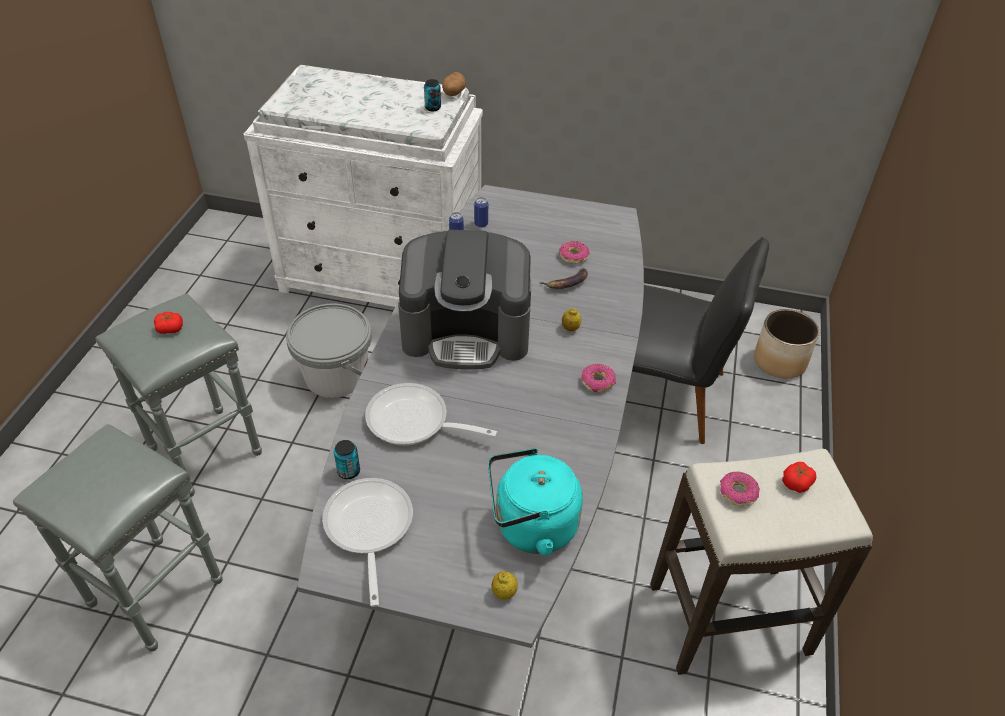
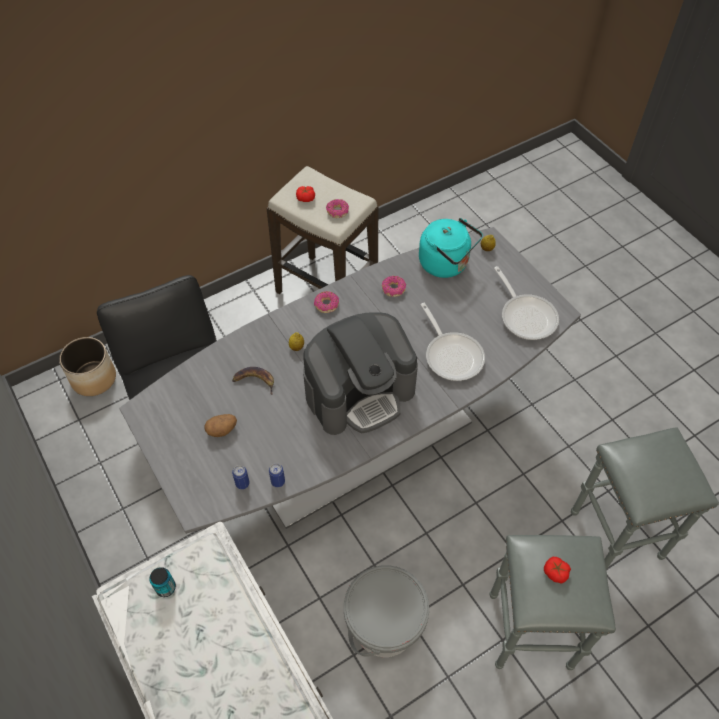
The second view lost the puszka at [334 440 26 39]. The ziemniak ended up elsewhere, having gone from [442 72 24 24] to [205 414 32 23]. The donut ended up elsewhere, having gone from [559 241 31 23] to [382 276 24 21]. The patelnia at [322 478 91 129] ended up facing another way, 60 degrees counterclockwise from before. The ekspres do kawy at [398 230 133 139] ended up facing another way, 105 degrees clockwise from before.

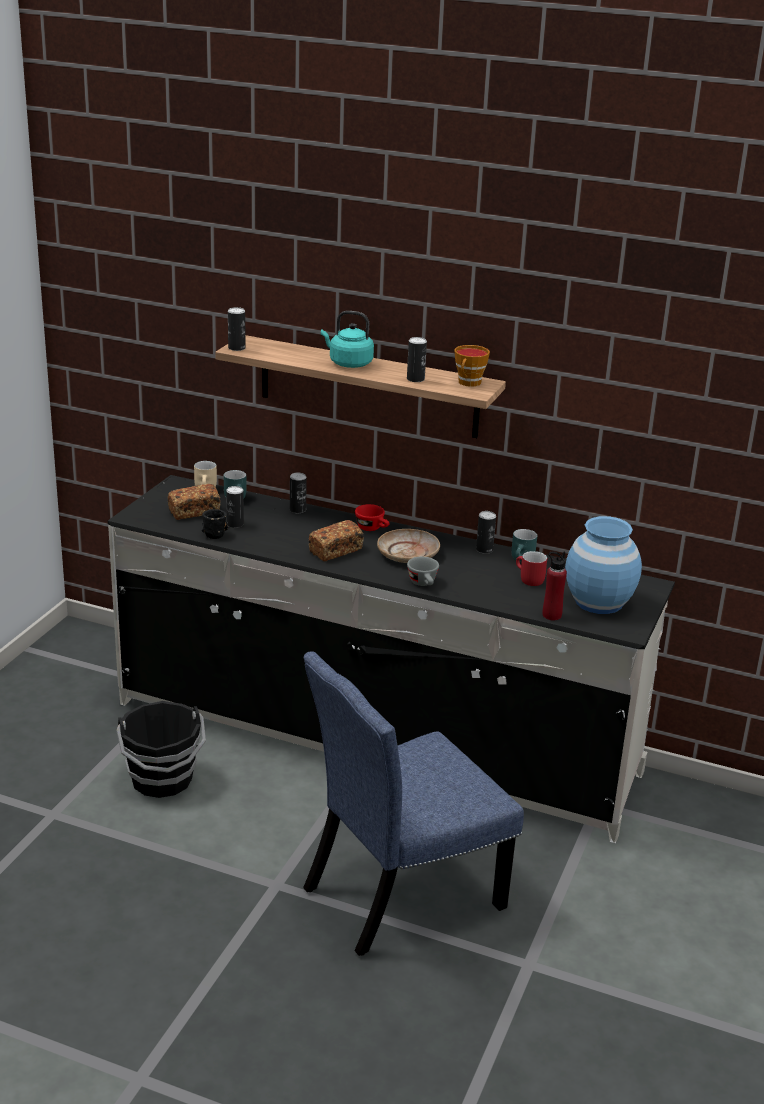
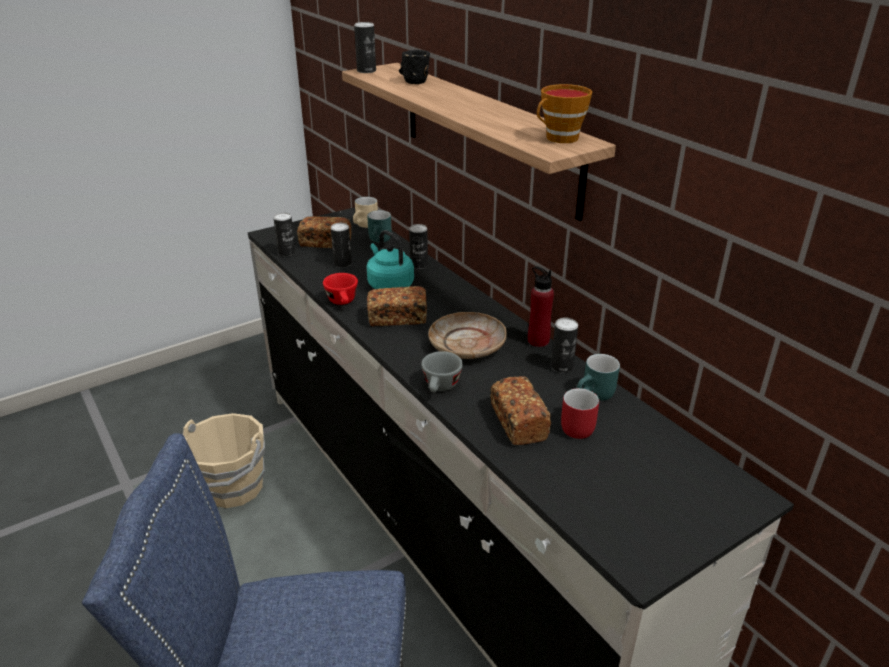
The second view lost the wazon [niebieski] at [565 516 77 98]. The second view gained the chleb at [490 376 61 69]. The kubek [czarny] ended up elsewhere, having gone from [202 509 26 30] to [399 50 31 34]. The czajnik [turkusowy] ended up elsewhere, having gone from [321 311 53 57] to [367 230 47 59]. The filiżanka [czerwony] ended up elsewhere, having gone from [355 504 35 27] to [323 273 35 32]. The puszka ended up elsewhere, having gone from [407 337 20 45] to [273 212 23 44]. The butelka [czerwony] ended up elsewhere, having gone from [542 552 25 68] to [528 266 26 81]. What was the wiadro [czarny] at [116 701 90 97] turned into the wiadro [beżowy] at [182 413 83 95].

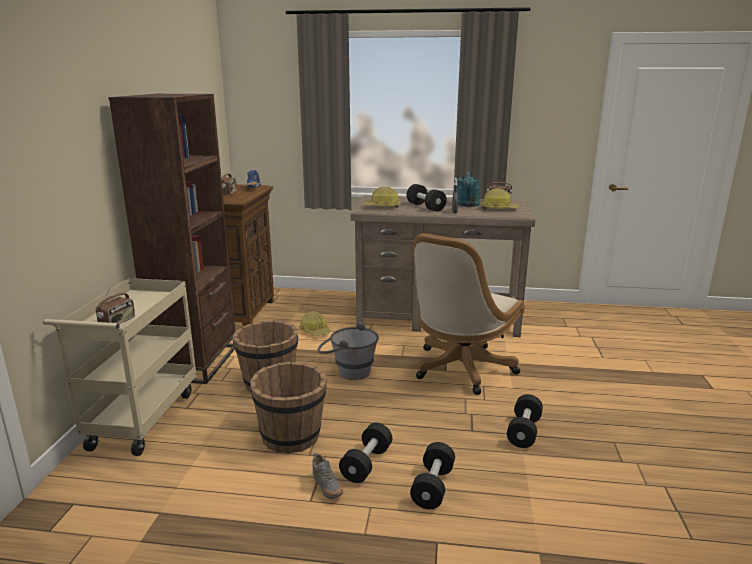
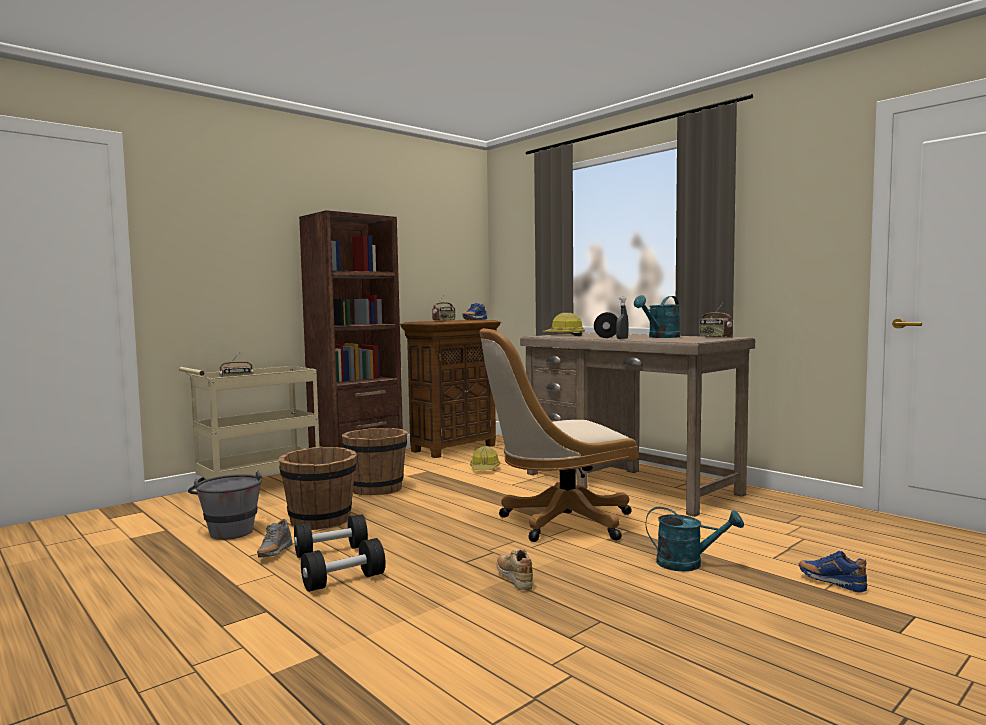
The second view lost the kask at [481 188 38 21]. The second view gained the konewka [turkusowy] at [646 507 98 65]. The second view gained the but [niebieski] at [799 551 68 41]. The wiadro [szary] ended up elsewhere, having gone from [317 322 62 58] to [188 470 75 70]. Where the hantel [czarny] stood at [507 394 36 54], the but [beżowy] came to stand at [497 549 36 41].

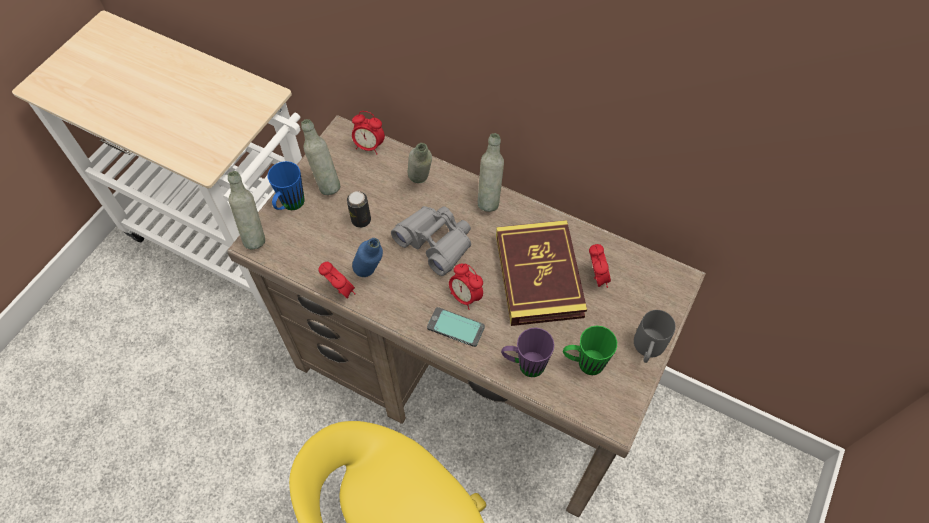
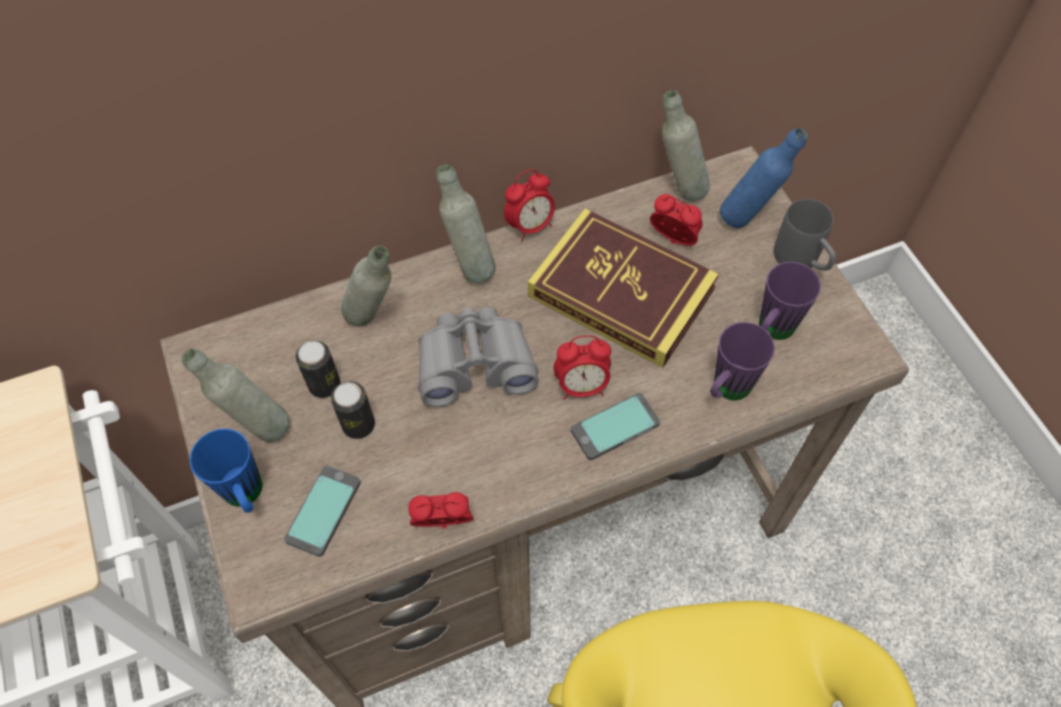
The second view gained the telefon at [284 466 77 91]. The second view gained the puszka at [295 340 45 58]. The butelka [szary] ended up elsewhere, having gone from [228 171 37 78] to [662 90 48 111]. The budzik ended up elsewhere, having gone from [352 111 33 44] to [504 169 51 73]. The butelka [niebieski] ended up elsewhere, having gone from [352 238 31 39] to [720 128 88 100]. What was the kubek [zielony] at [563 326 54 49] turned into the kubek [fioletowy] at [759 262 62 78].

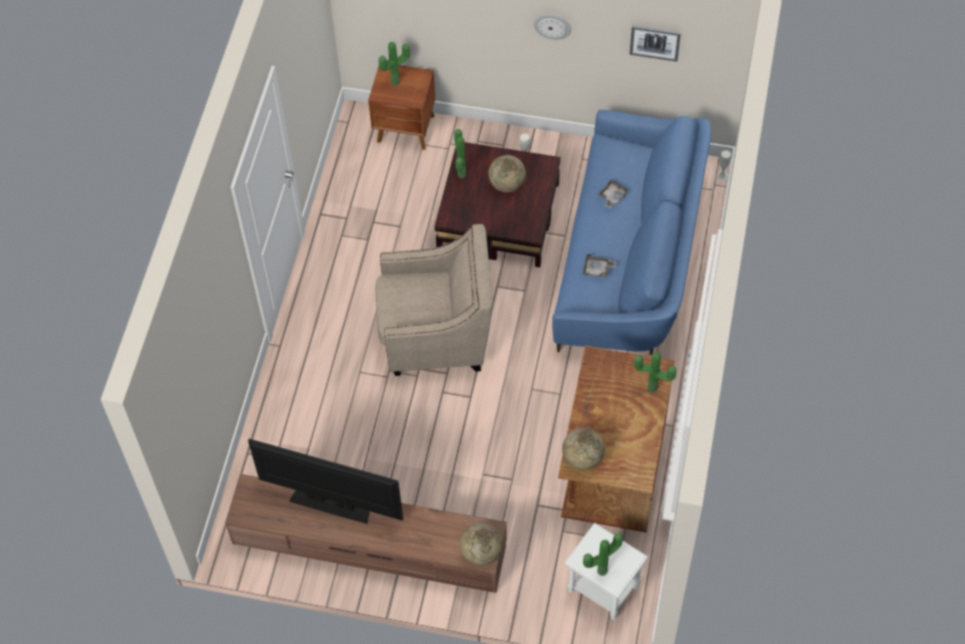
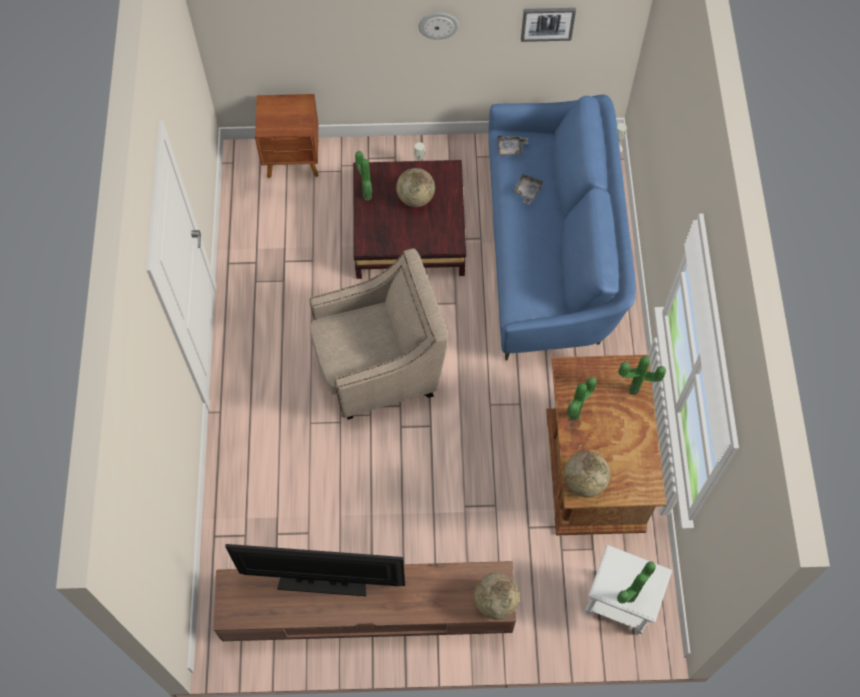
The roślina doniczkowa ended up elsewhere, having gone from [379 42 31 44] to [567 377 30 44]. The taca [szary] ended up elsewhere, having gone from [582 254 35 24] to [498 135 30 21].

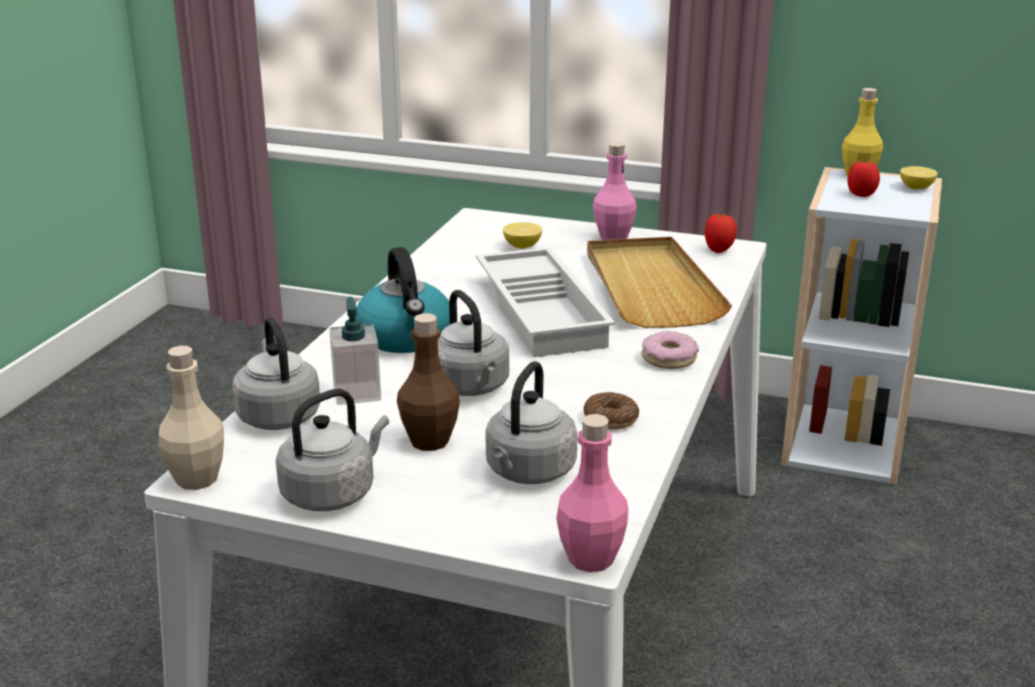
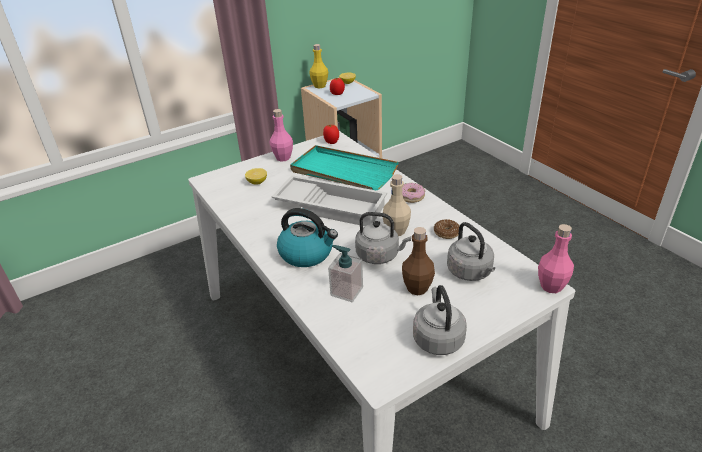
The second view lost the czajnik [szary] at [232 317 89 113]. The butelka [beżowy] ended up elsewhere, having gone from [158 346 66 144] to [383 174 28 62]. What was the taca [beżowy] at [587 237 145 91] turned into the taca [turkusowy] at [290 145 109 45].

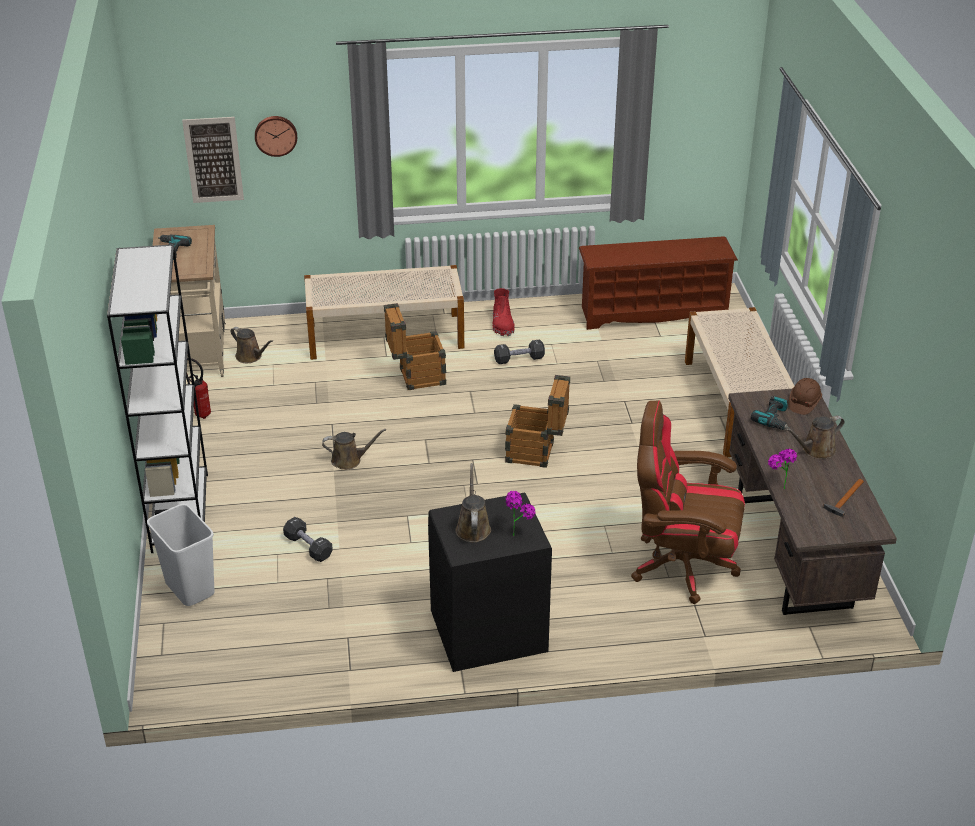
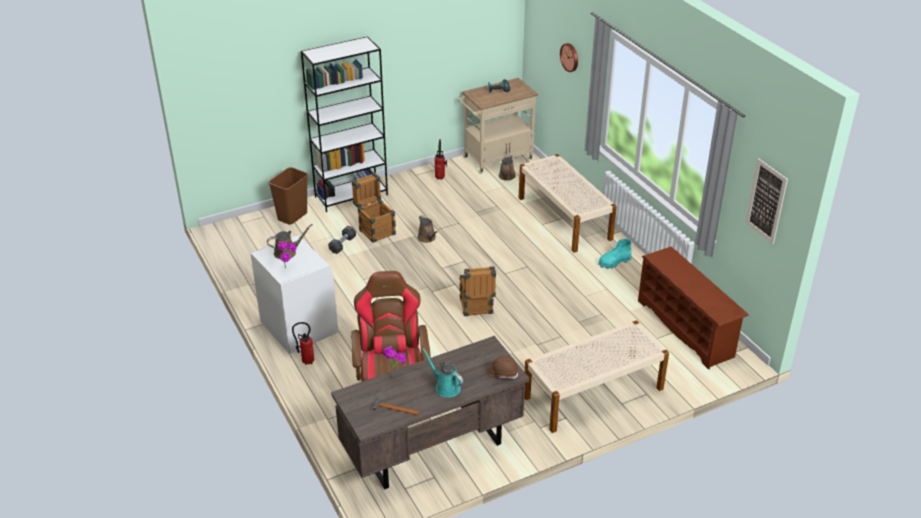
The second view lost the hantel [czarny] at [494 339 51 25]. The second view lost the wiertarka at [751 396 39 34]. The second view gained the gaśnica at [292 322 22 43]. The obraz ended up elsewhere, having gone from [182 117 62 86] to [745 158 43 86]. The skrzynka ended up elsewhere, having gone from [384 303 62 87] to [352 173 44 70]. What was the kosz na śmieci [biały] at [147 504 68 102] turned into the kosz na śmieci [brązowy] at [268 167 40 58]. What was the pralka [czarny] at [428 492 124 180] turned into the pralka [biały] at [251 235 87 119]. What was the but z cholewką [czerwony] at [492 288 23 48] turned into the but z cholewką [turkusowy] at [598 239 34 30]. What was the konewka [brązowy] at [785 416 60 43] turned into the konewka [turkusowy] at [422 348 41 49].

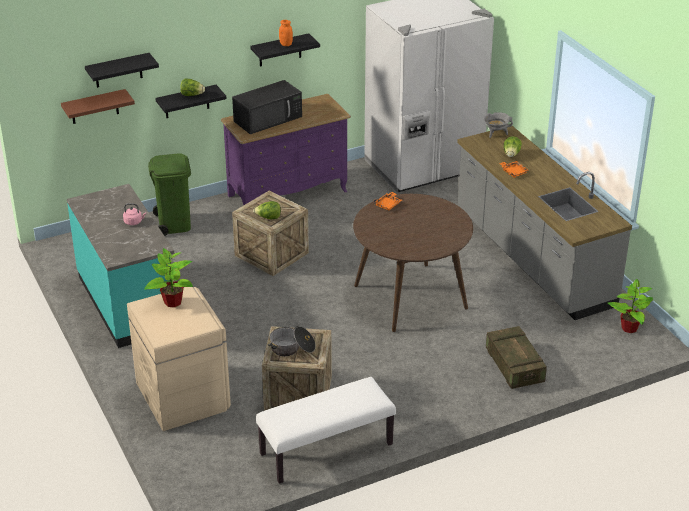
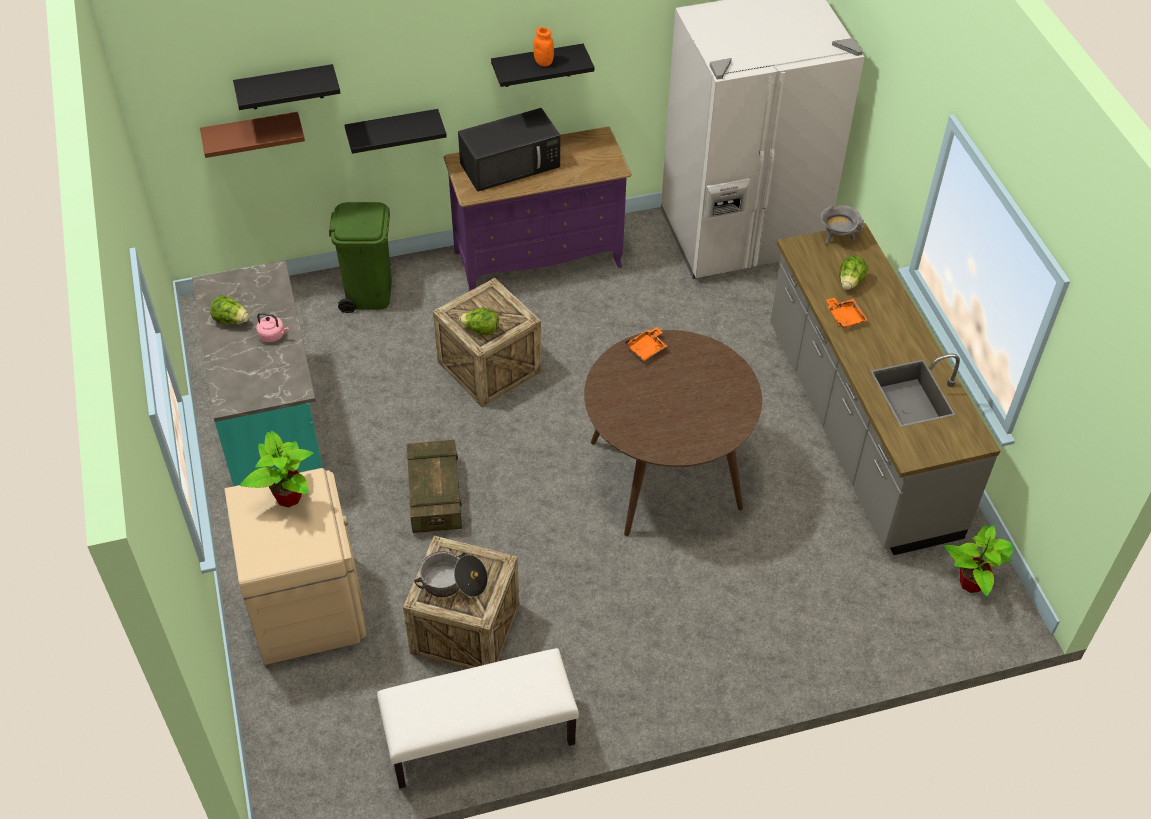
The sałata ended up elsewhere, having gone from [180 78 25 18] to [210 295 39 29]. The skrzynka ended up elsewhere, having gone from [486 326 61 63] to [407 440 55 93].

